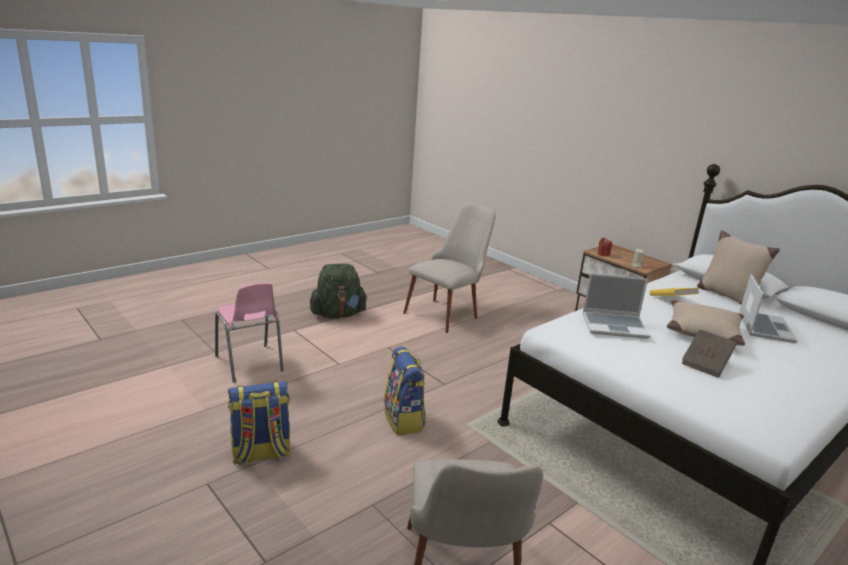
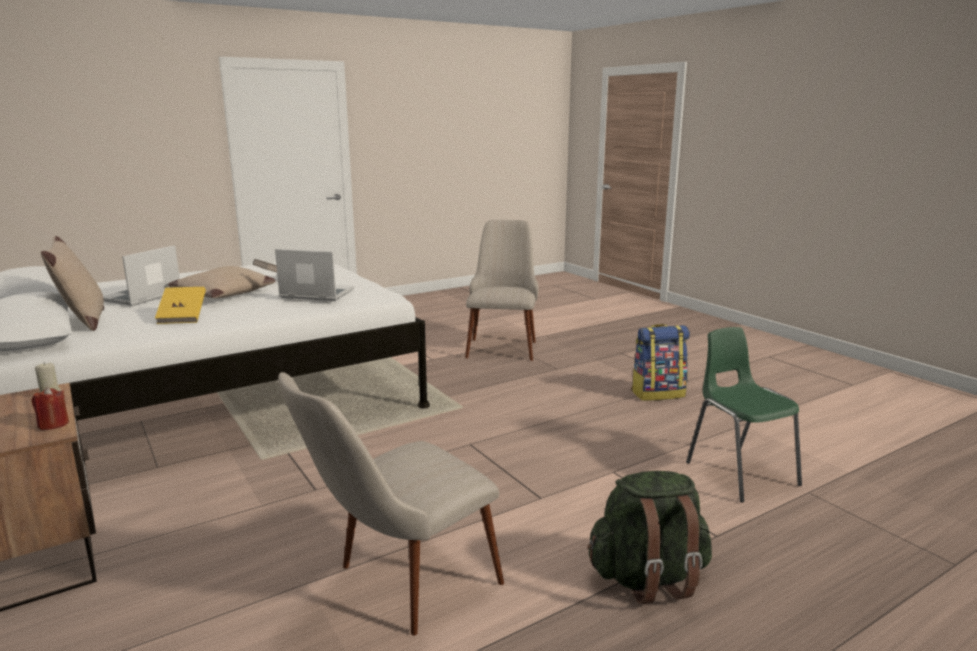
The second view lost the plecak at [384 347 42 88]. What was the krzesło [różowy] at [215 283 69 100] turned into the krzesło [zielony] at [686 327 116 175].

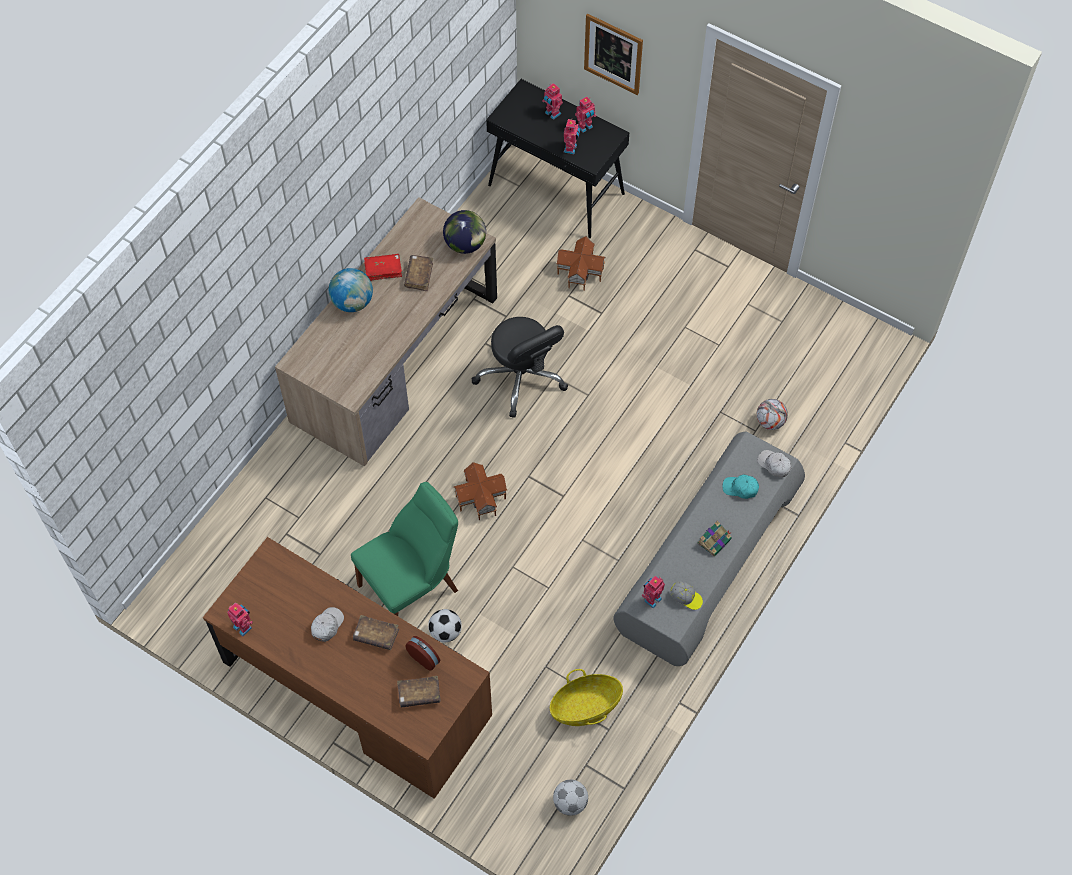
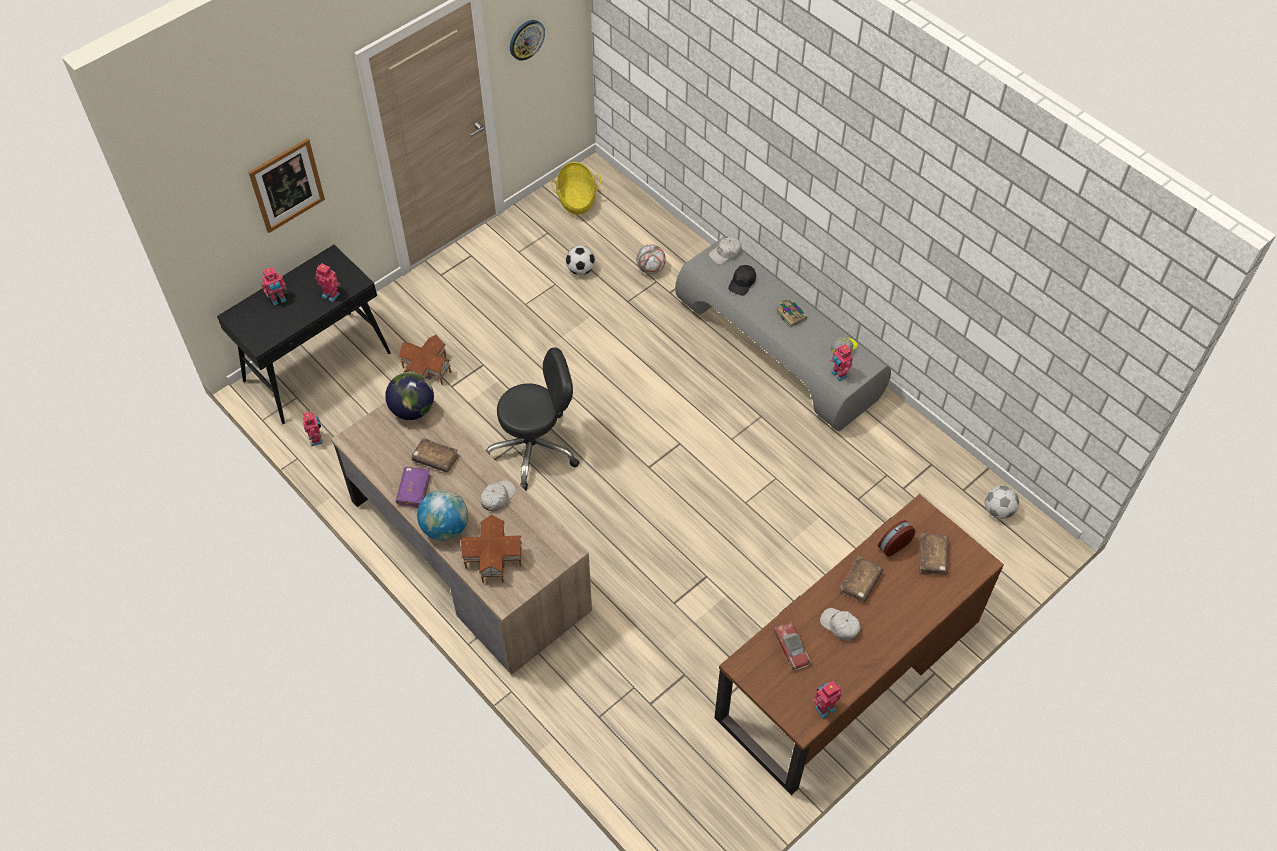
The second view lost the krzesło [zielony] at [351 482 107 134]. The second view gained the czapka z daszkiem [biały] at [481 480 35 32]. The second view gained the zegar ścienny at [510 20 35 41]. The second view gained the samochodzik at [774 621 37 50]. The piłka futbolowa ended up elsewhere, having gone from [428 609 34 34] to [566 246 29 29]. The domek ended up elsewhere, having gone from [453 462 54 58] to [461 515 61 68]. The koszyk ended up elsewhere, having gone from [550 669 73 57] to [551 162 50 53]. The robot zabawkowy ended up elsewhere, having gone from [575 97 21 36] to [303 411 20 36]. What was the książka [czerwony] at [364 254 38 27] turned into the książka [fioletowy] at [396 467 34 41]. What was the czapka z daszkiem [turkusowy] at [722 474 37 25] turned into the czapka z daszkiem [czarny] at [728 265 28 31].

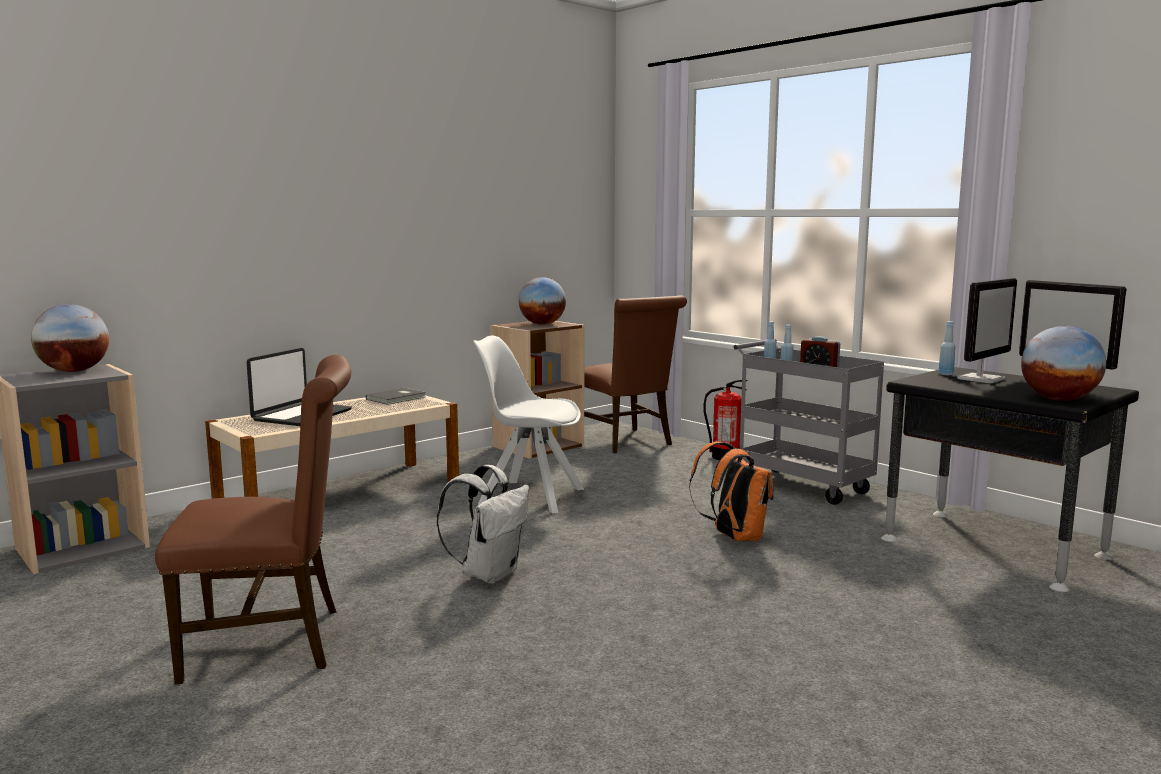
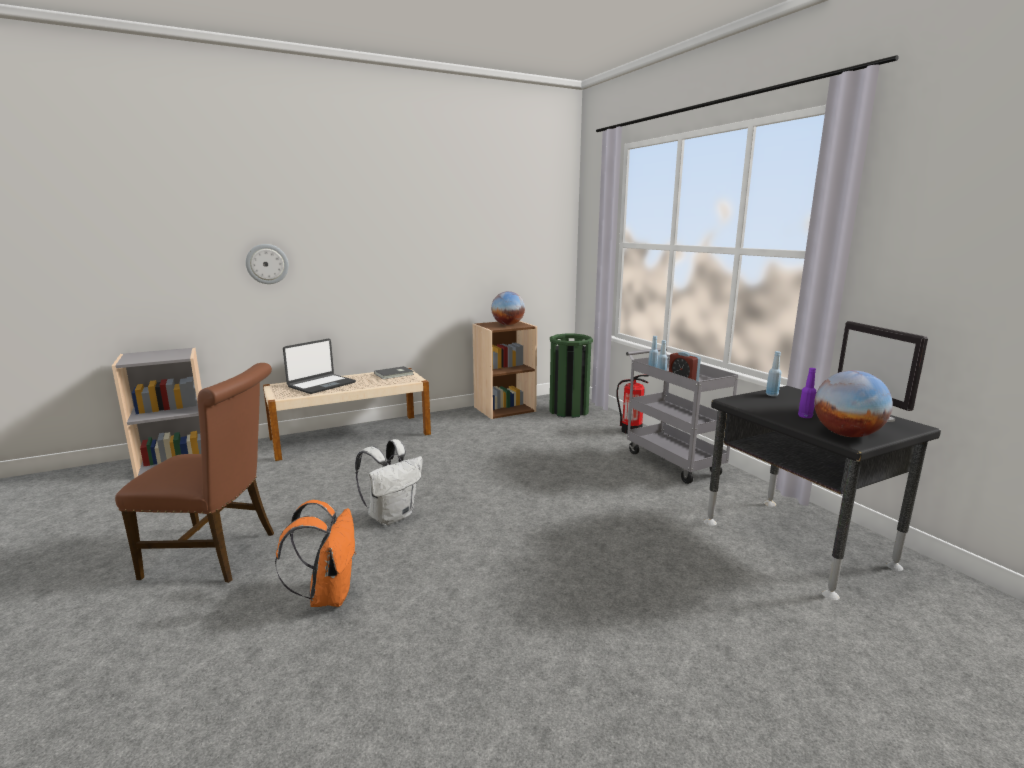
The second view lost the globus at [31 304 78 68]. The second view lost the krzesło [biały] at [473 336 112 178]. The second view lost the monitor at [957 278 60 105]. The second view gained the zegar ścienny at [246 244 43 40]. The second view gained the butelka [fioletowy] at [798 368 18 50]. The plecak [pomarańczowy] ended up elsewhere, having gone from [689 441 85 100] to [275 500 81 107]. Where the krzesło [brązowy] stood at [584 295 103 158], the kosz na śmieci [zielony] came to stand at [549 334 44 84].

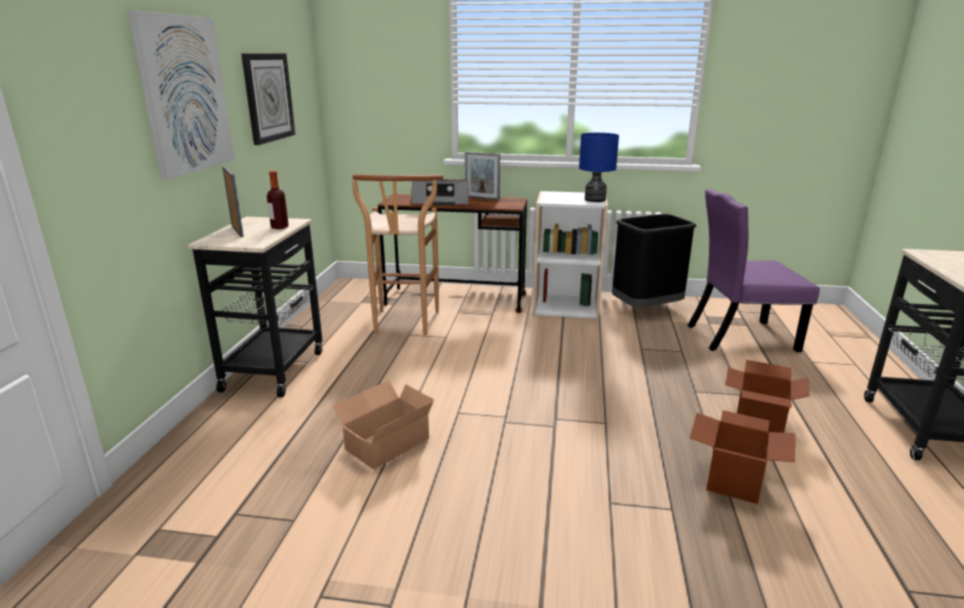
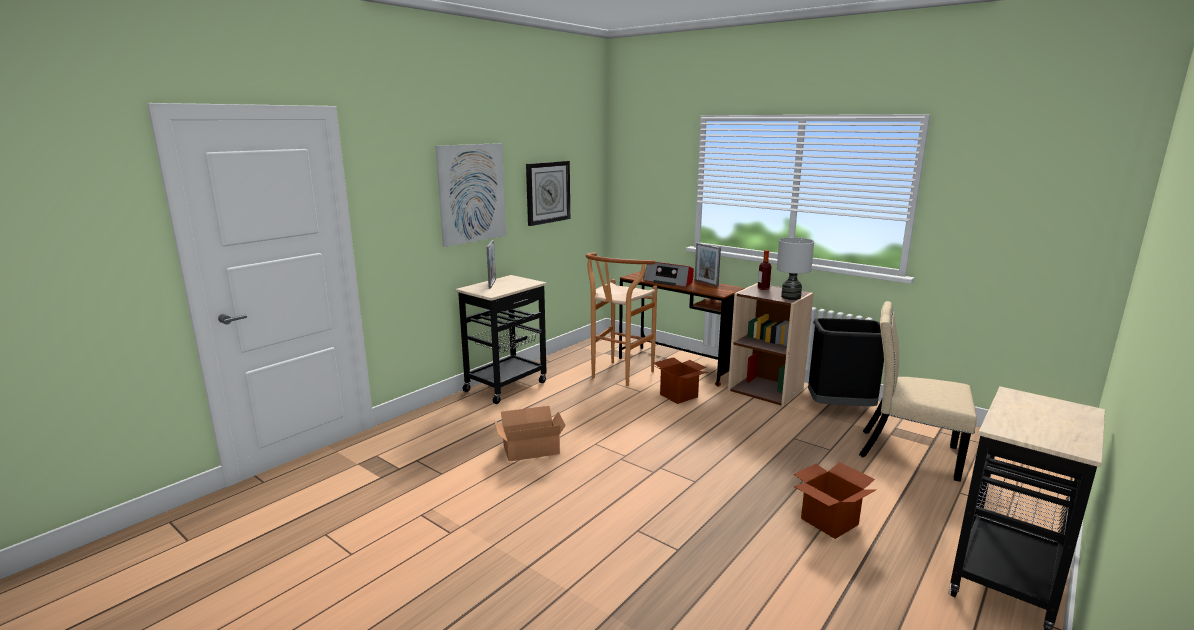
The butelka ended up elsewhere, having gone from [267 171 22 58] to [758 250 13 40]. The karton ended up elsewhere, having gone from [690 410 106 94] to [654 357 54 47]. What was the regał [biały] at [533 191 75 128] turned into the regał [brązowy] at [728 283 86 123]. What was the lampa stołowa [niebieski] at [579 133 40 69] turned into the lampa stołowa [szary] at [777 237 37 63]. What was the krzesło [fioletowy] at [687 189 133 163] turned into the krzesło [beżowy] at [859 301 118 181].

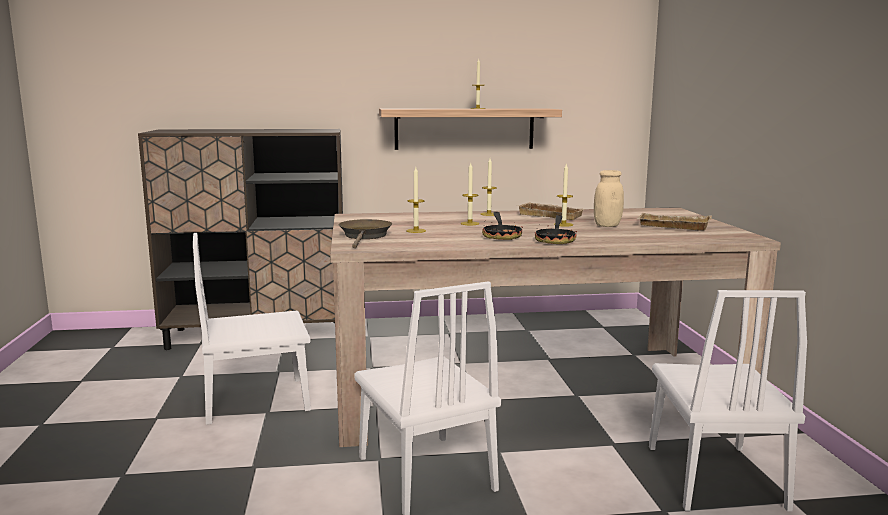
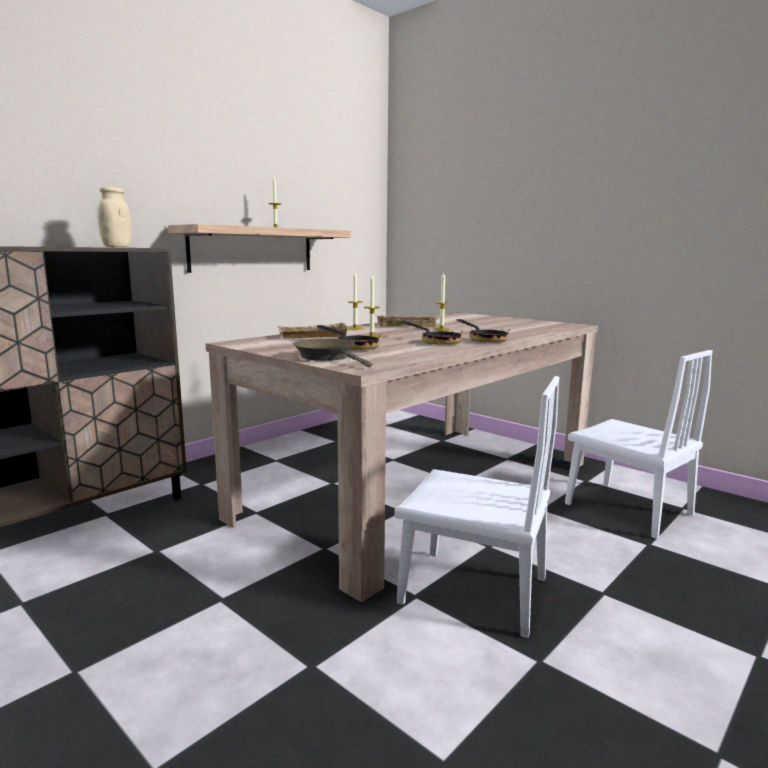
The second view lost the krzesło [biały] at [193 233 118 192]. The słoik [beżowy] ended up elsewhere, having gone from [594 170 30 57] to [98 186 34 61]. The taca [beżowy] ended up elsewhere, having gone from [637 213 75 18] to [278 323 71 15]. Where the świeca stood at [406 167 20 66], the patelnia came to stand at [317 325 63 25].

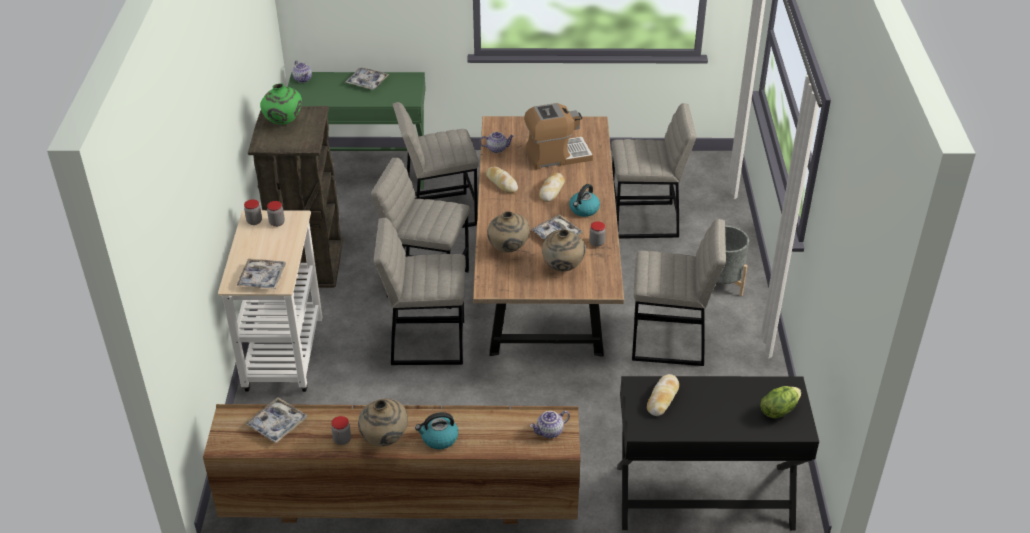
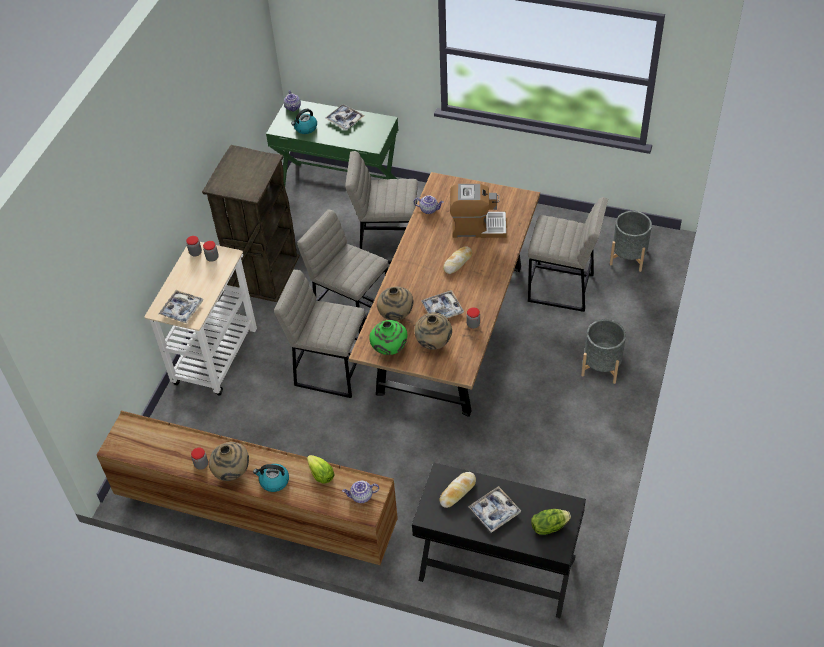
The second view lost the chleb at [486 167 32 26]. The second view lost the krzesło [szary] at [632 219 94 147]. The second view gained the sałata at [307 455 28 29]. The second view gained the donica [szary] at [610 211 42 61]. The taca ended up elsewhere, having gone from [246 397 61 46] to [469 486 52 47]. The wazon [zielony] ended up elsewhere, having gone from [260 83 42 42] to [369 320 39 35]. The czajnik ended up elsewhere, having gone from [569 184 31 33] to [291 109 26 25].

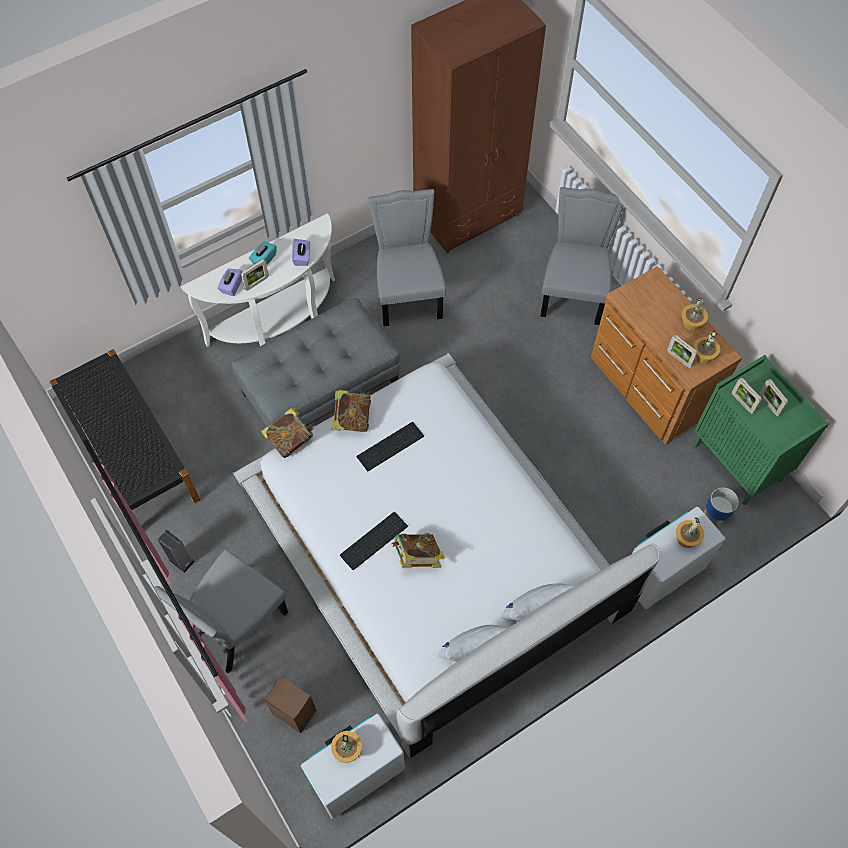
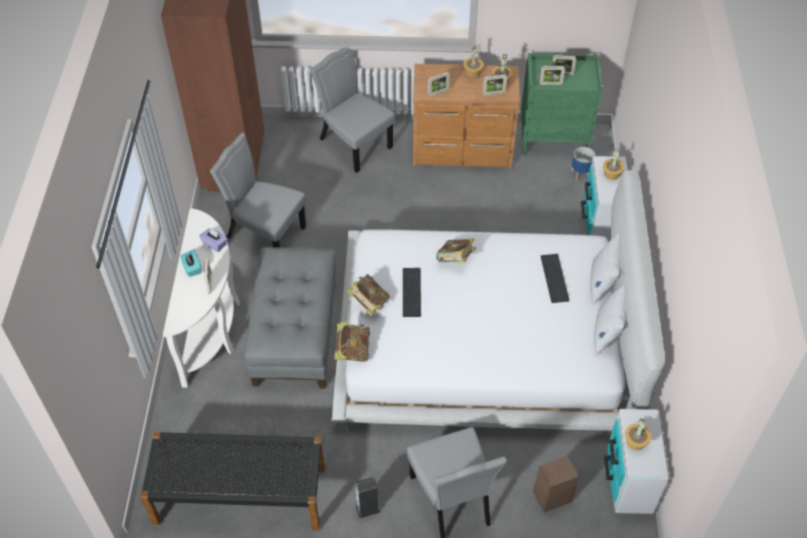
The second view lost the pudełko chusteczek [fioletowy] at [218 268 25 28]. The second view gained the ramka na zdjęcie at [428 72 22 25]. The klawiatura ended up elsewhere, having gone from [340 512 68 58] to [541 254 29 49]. The książka ended up elsewhere, having gone from [392 534 53 34] to [436 238 40 25].

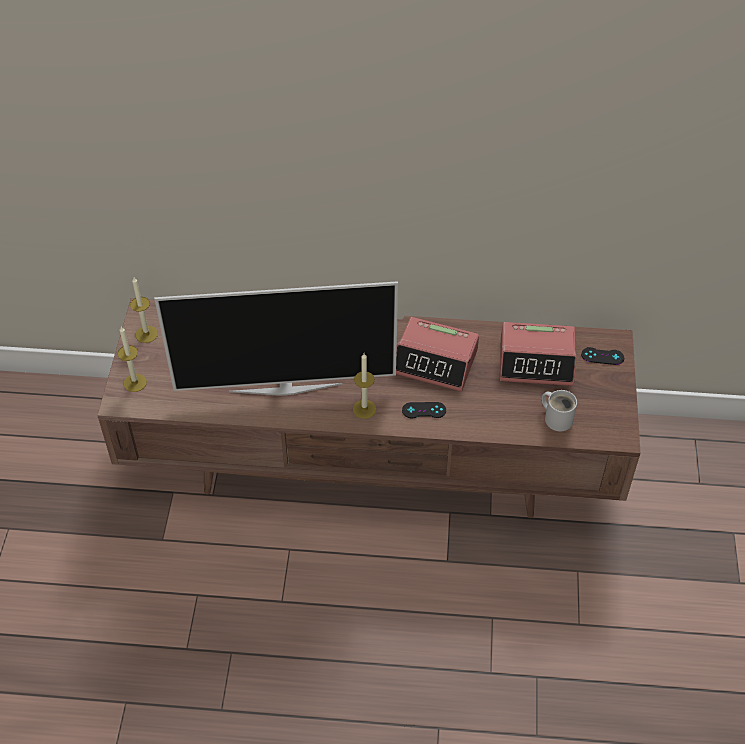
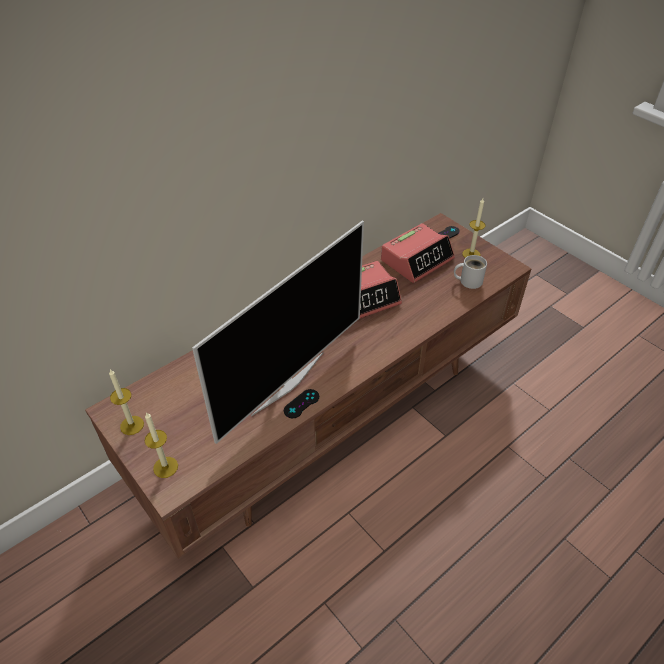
The świeca ended up elsewhere, having gone from [353 353 23 66] to [462 198 23 60]. The pad do gier [czarny] ended up elsewhere, having gone from [402 402 44 17] to [284 389 35 29].

